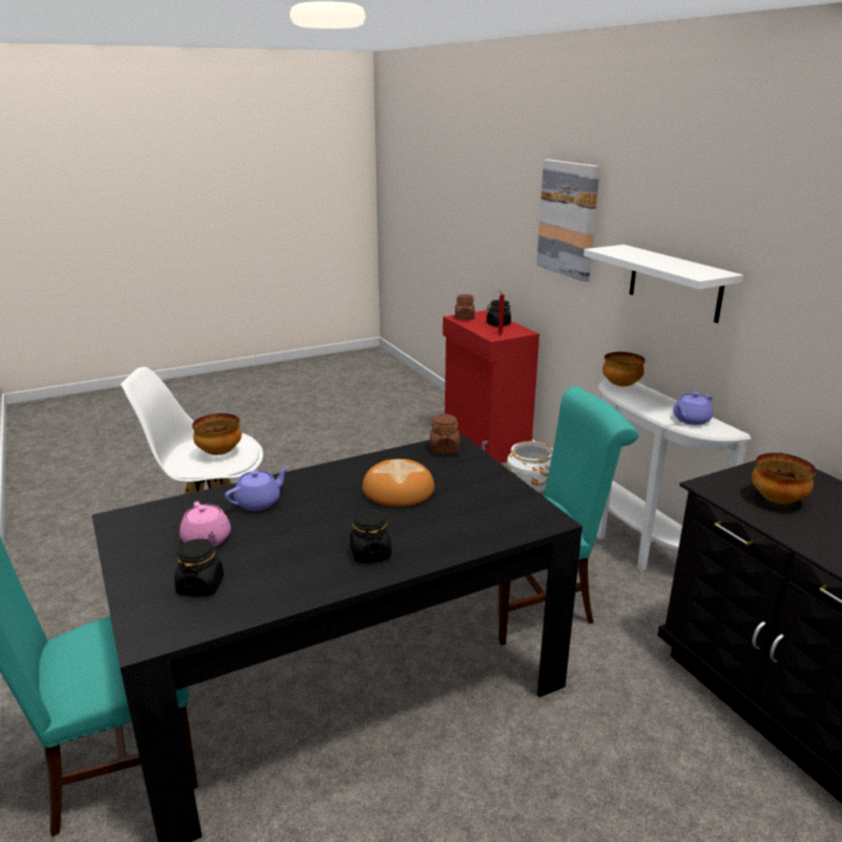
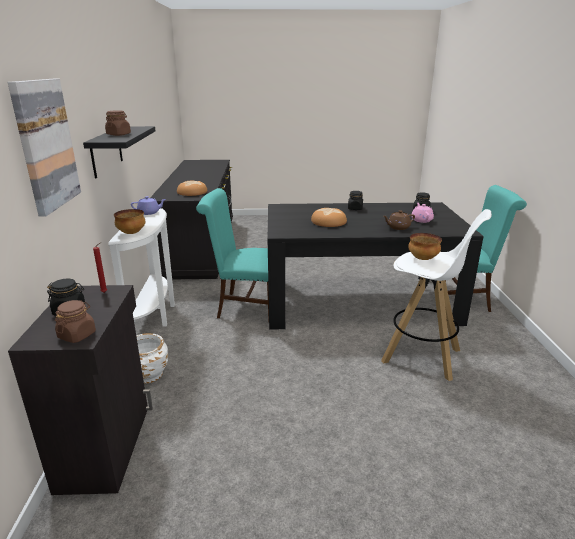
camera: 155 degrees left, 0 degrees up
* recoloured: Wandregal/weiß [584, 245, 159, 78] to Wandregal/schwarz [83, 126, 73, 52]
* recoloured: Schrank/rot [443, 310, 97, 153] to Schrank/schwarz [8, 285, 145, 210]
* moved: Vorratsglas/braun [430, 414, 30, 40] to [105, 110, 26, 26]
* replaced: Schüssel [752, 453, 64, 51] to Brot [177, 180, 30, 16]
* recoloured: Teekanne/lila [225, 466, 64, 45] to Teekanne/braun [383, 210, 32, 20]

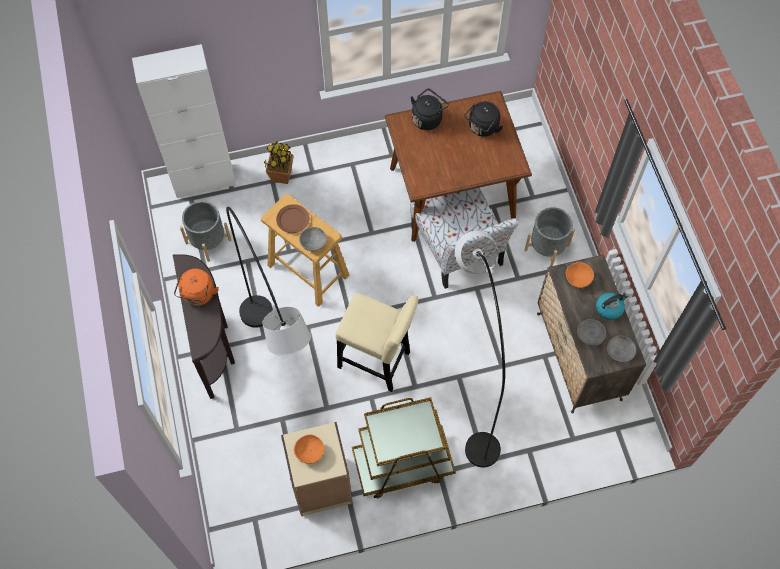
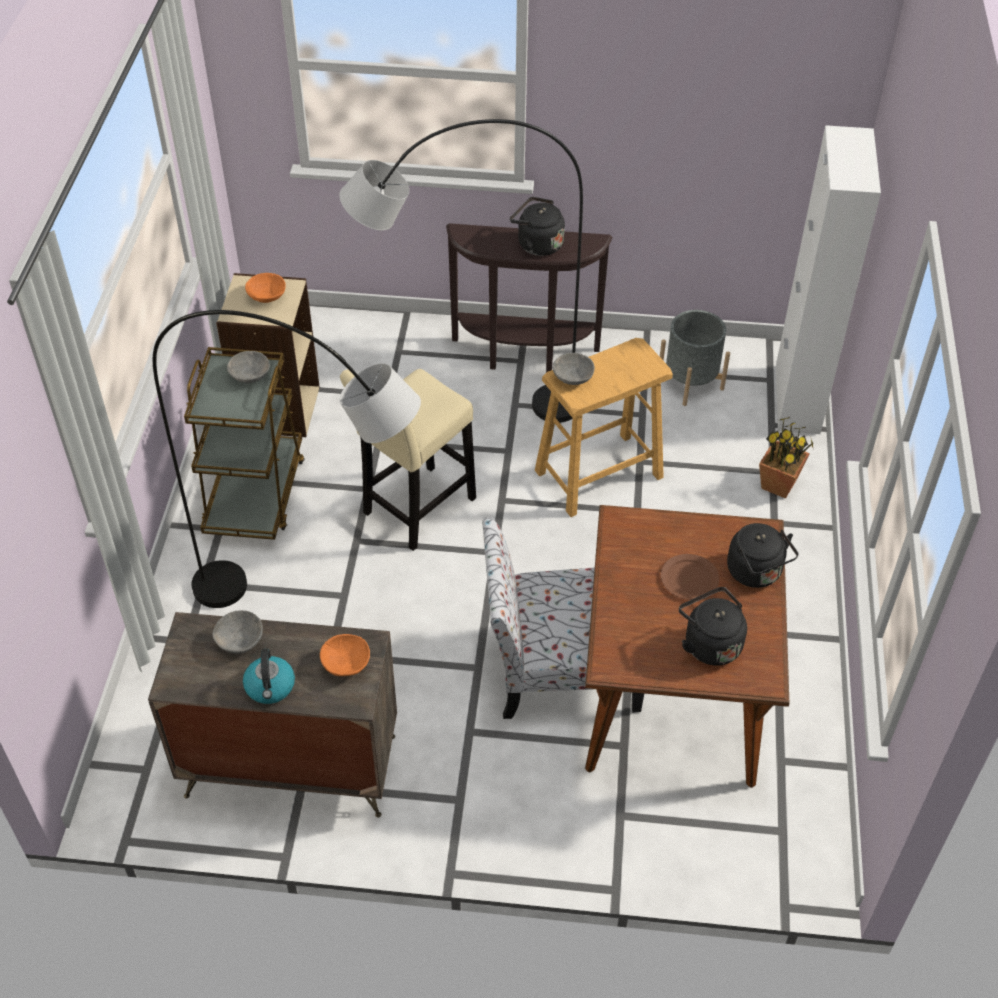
camera: 110 degrees right, 15 degrees down
* moved: Teller/braun [276, 204, 33, 29] to [661, 554, 58, 46]
* removed: Pflanzkübel/grau [525, 207, 50, 60]
* recoloured: Wasserkessel/orange [174, 269, 45, 37] to Wasserkessel/schwarz [510, 197, 55, 59]
* moved: Schüssel/grau [607, 335, 29, 27] to [227, 351, 43, 32]

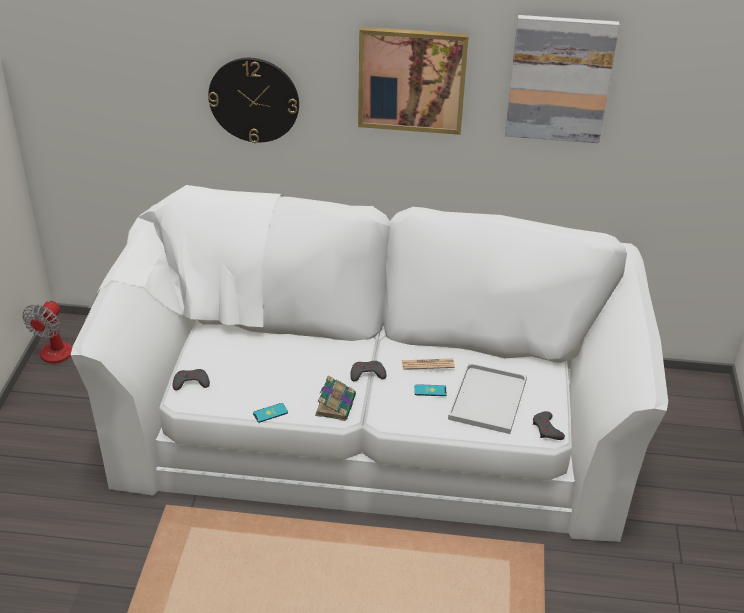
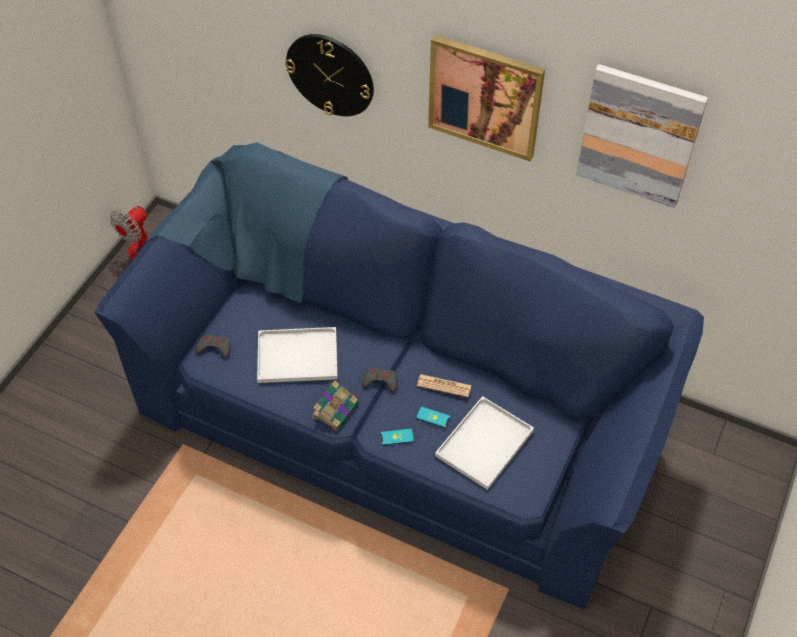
camera: 20 degrees right, 15 degrees up
* recoloured: Sofa/weiß [71, 185, 597, 357] to Sofa/blau [94, 142, 610, 467]
* moved: Handy [253, 403, 35, 20] to [380, 428, 34, 17]
* removed: Gamepad/grau [533, 411, 32, 29]
* added: Tablett/weiß [257, 327, 81, 56]

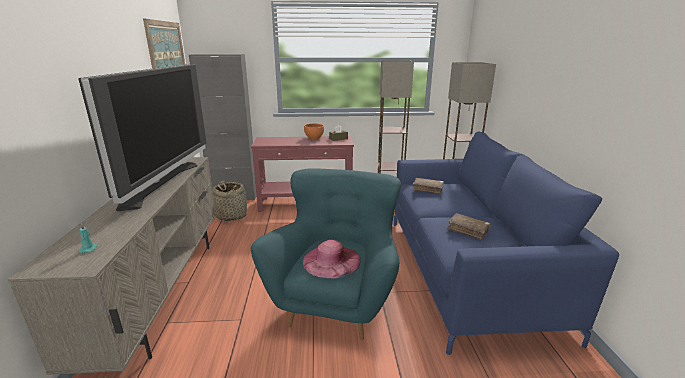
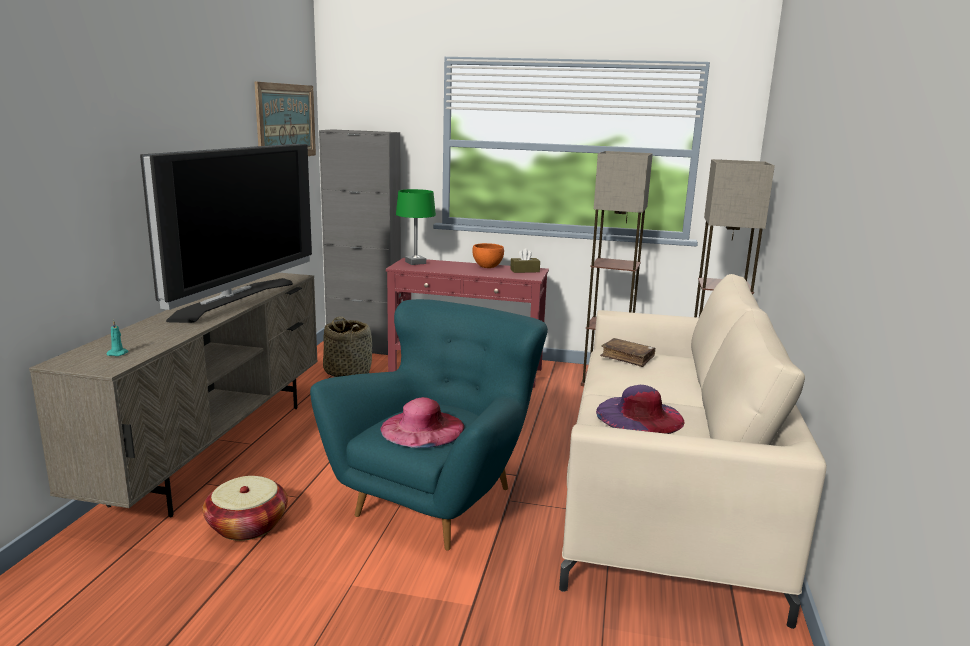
camera: 15 degrees right, 5 degrees down
* recoloured: Sofa/blau [394, 132, 225, 223] to Sofa/beige [559, 274, 267, 355]
* replaced: Buch/braun [447, 213, 44, 27] to Hut/lila [596, 385, 88, 49]
* added: Tischlampe/grün [396, 189, 40, 76]
* added: Korb [203, 476, 85, 65]

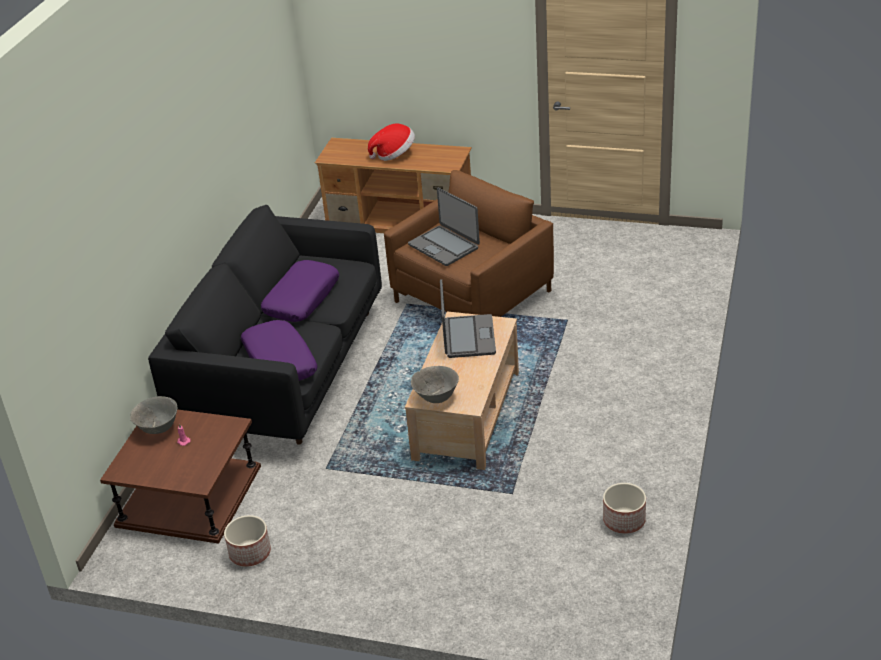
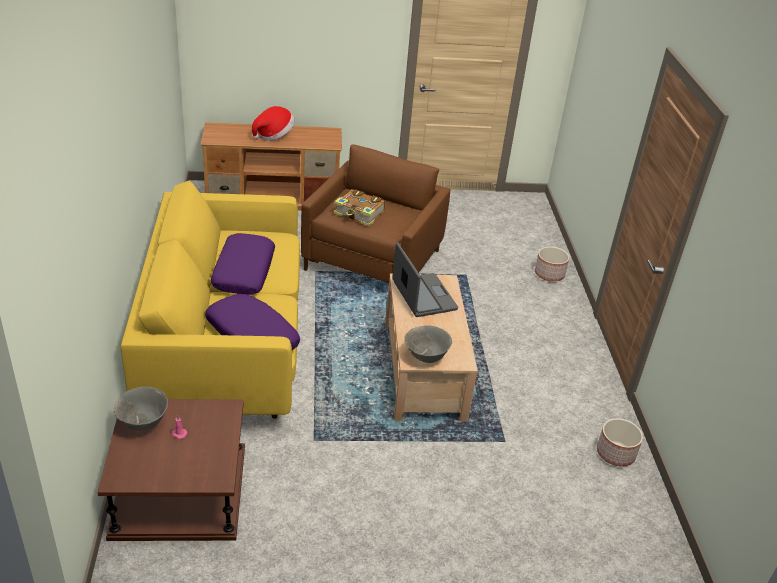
camera: 25 degrees left, 0 degrees up
* replaced: Laptop [408, 188, 72, 78] to Buch [334, 189, 51, 37]
* recoloured: Sofa/schwarz [148, 205, 234, 240] to Sofa/gelb [121, 181, 179, 238]
* moved: Pflanzkübel [224, 515, 47, 52] to [535, 247, 34, 35]

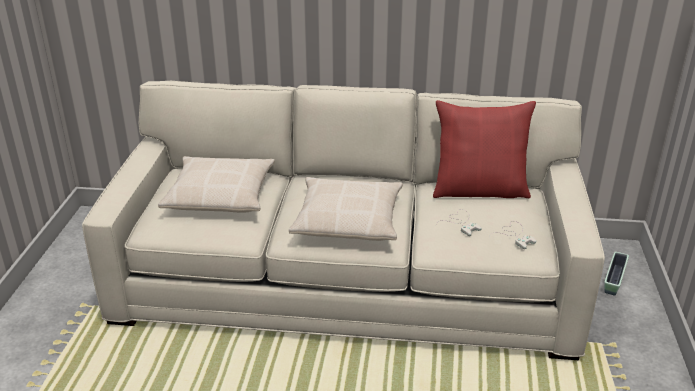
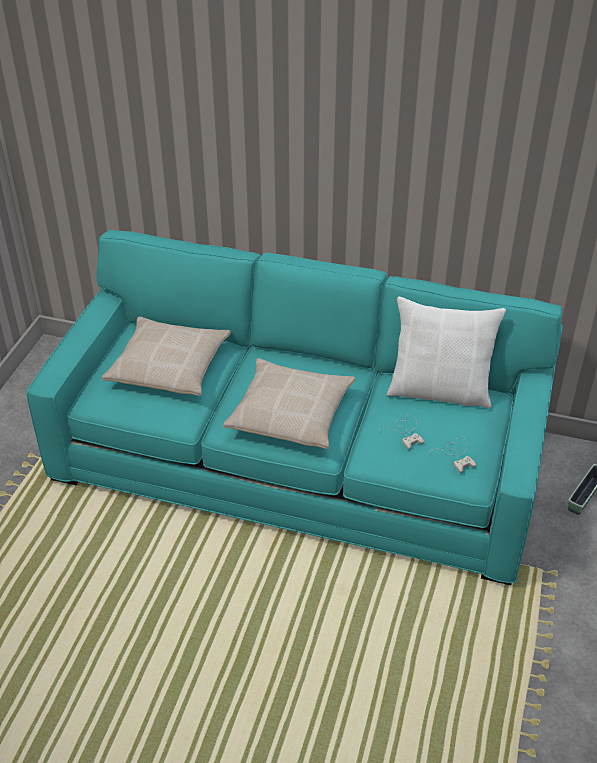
camera: 10 degrees right, 10 degrees up
* recoloured: Sofa/beige [82, 81, 523, 279] to Sofa/türkis [26, 230, 537, 355]
* recoloured: Kissen/rot [433, 100, 103, 98] to Kissen/weiß [387, 297, 119, 111]

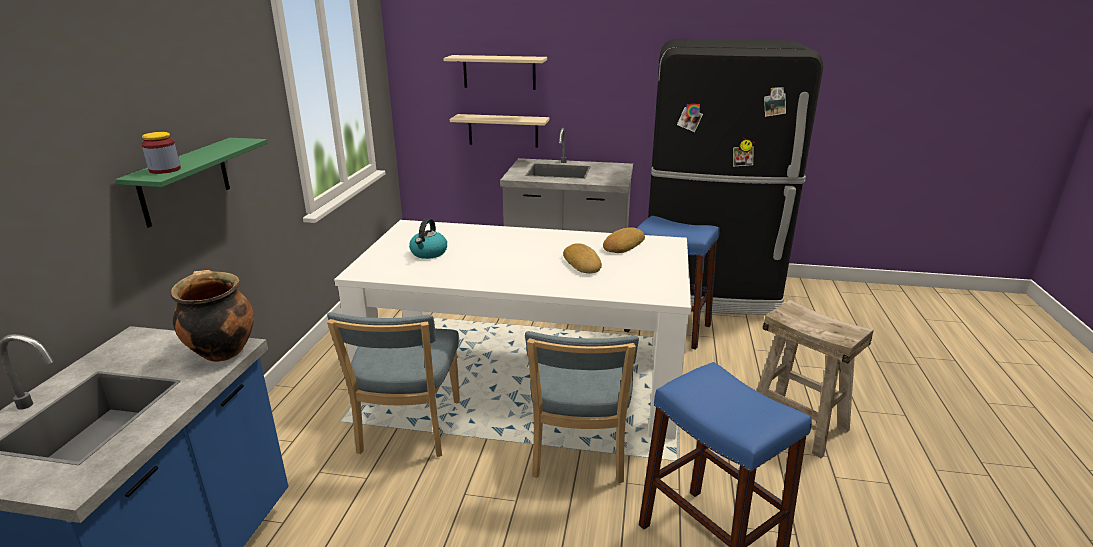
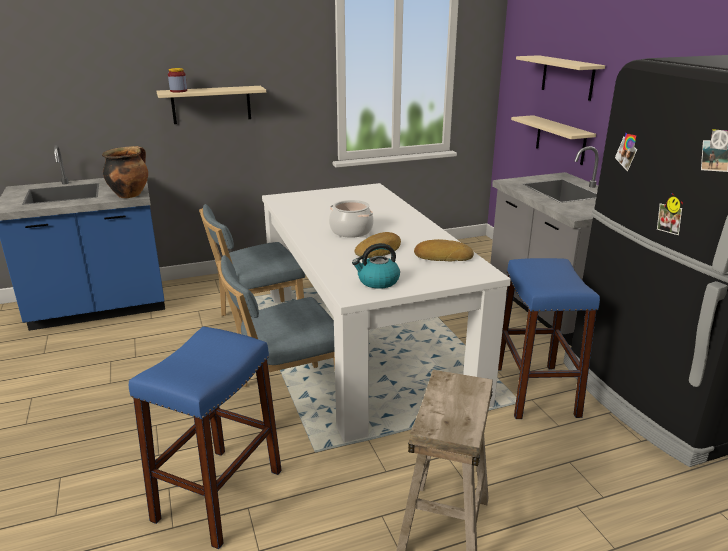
camera: 60 degrees right, 0 degrees up
* recoloured: Wandregal/grün [115, 138, 153, 90] to Wandregal/beige [156, 86, 110, 38]
* moved: Wasserkessel [409, 218, 38, 41] to [352, 243, 48, 46]
* added: Kochtopf [329, 200, 45, 38]

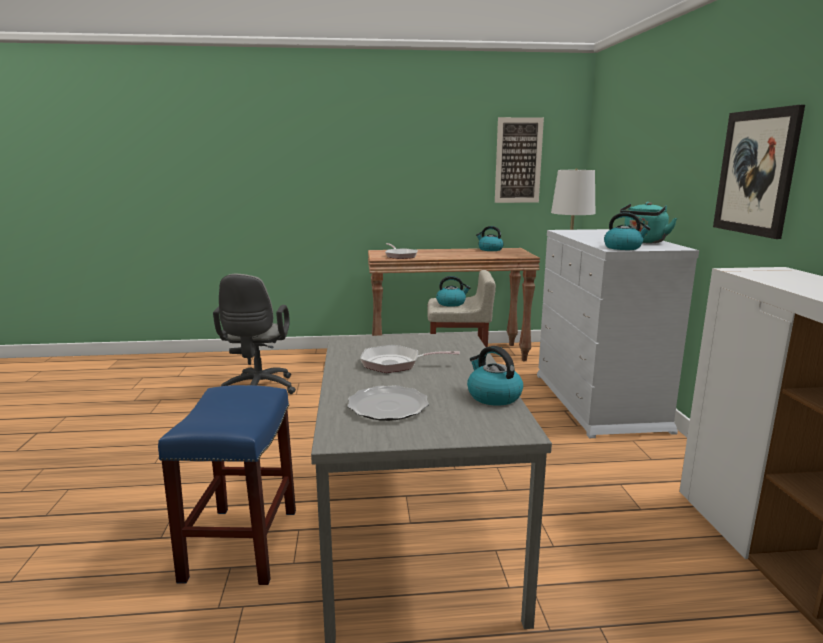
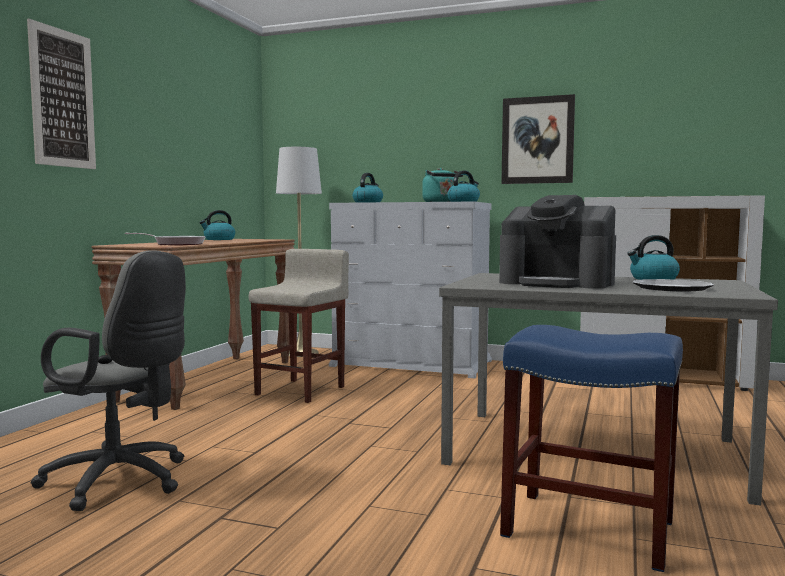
camera: 65 degrees left, 10 degrees down
* moved: Bild [495, 117, 49, 86] to [27, 19, 69, 150]
* moved: Wasserkessel [436, 276, 34, 31] to [352, 173, 31, 30]
* replaced: Pfanne [360, 345, 100, 28] to Kaffeemaschine [499, 195, 117, 94]

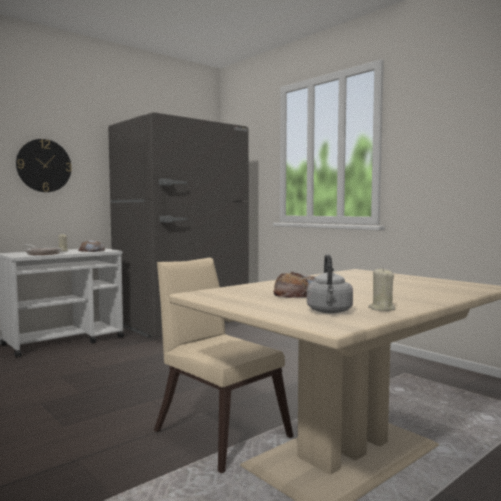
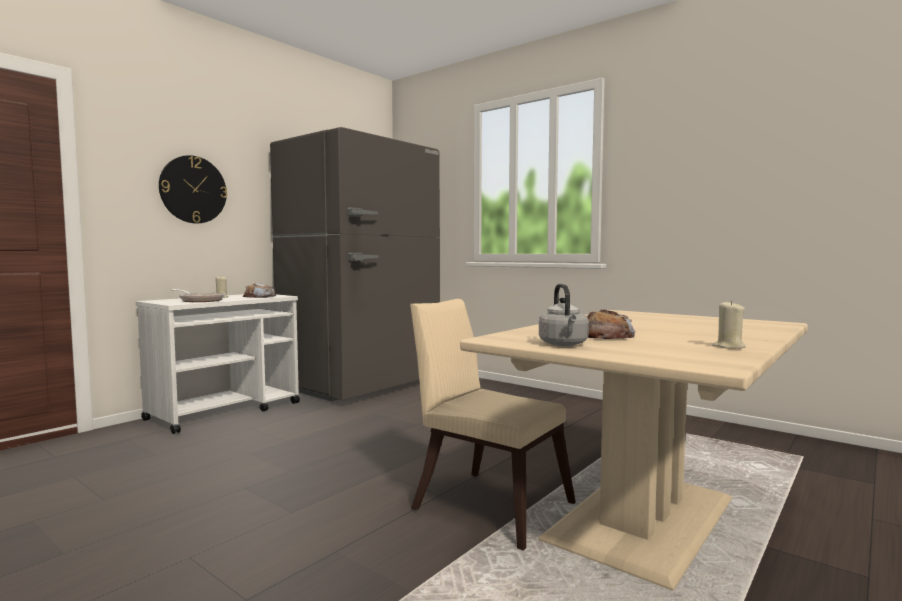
camera: 10 degrees left, 0 degrees up
* moved: Wasserkessel/grau [307, 254, 46, 60] to [539, 284, 50, 62]

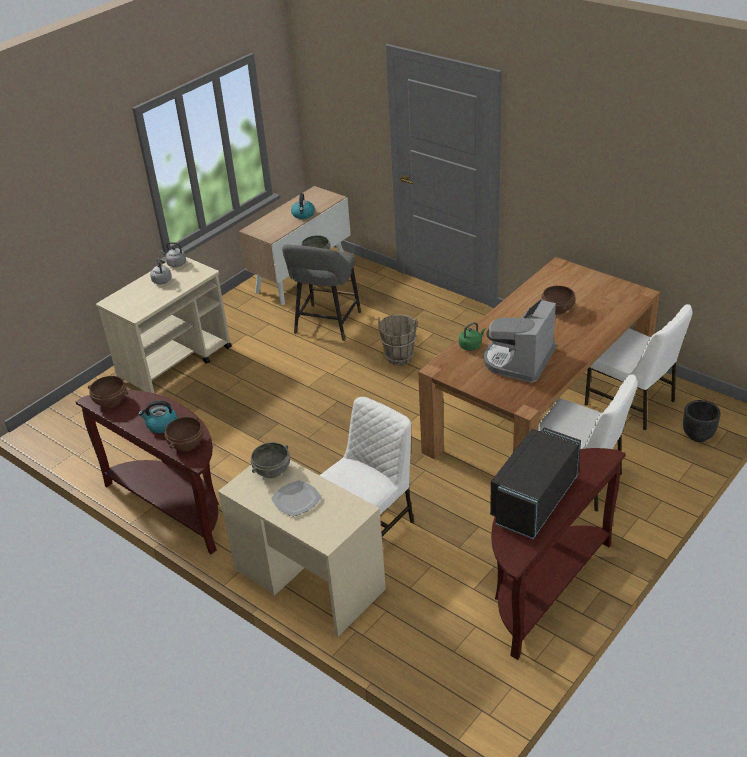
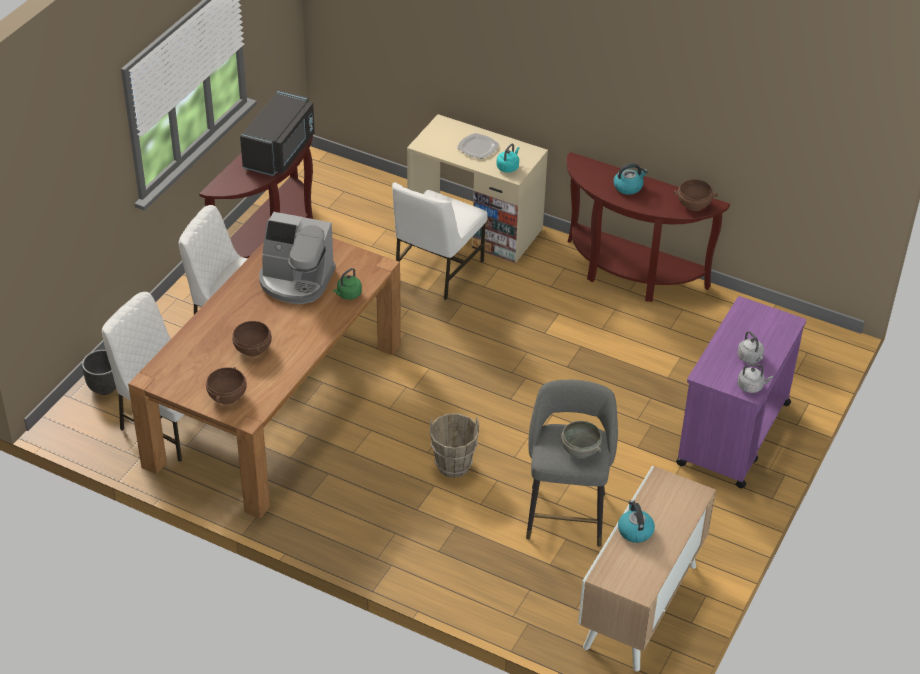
camera: 165 degrees right, 5 degrees up
* recoloured: Rollwagen/beige [96, 257, 136, 137] to Rollwagen/lila [676, 296, 130, 192]
* turned: Kaffeemaschine [483, 299, 73, 84] = [259, 212, 77, 92] 90 degrees clockwise
* moved: Schüssel/braun [164, 417, 39, 34] to [206, 367, 41, 37]
* replaced: Schüssel/grau [251, 442, 39, 36] to Wasserkessel/türkis [496, 144, 23, 29]

